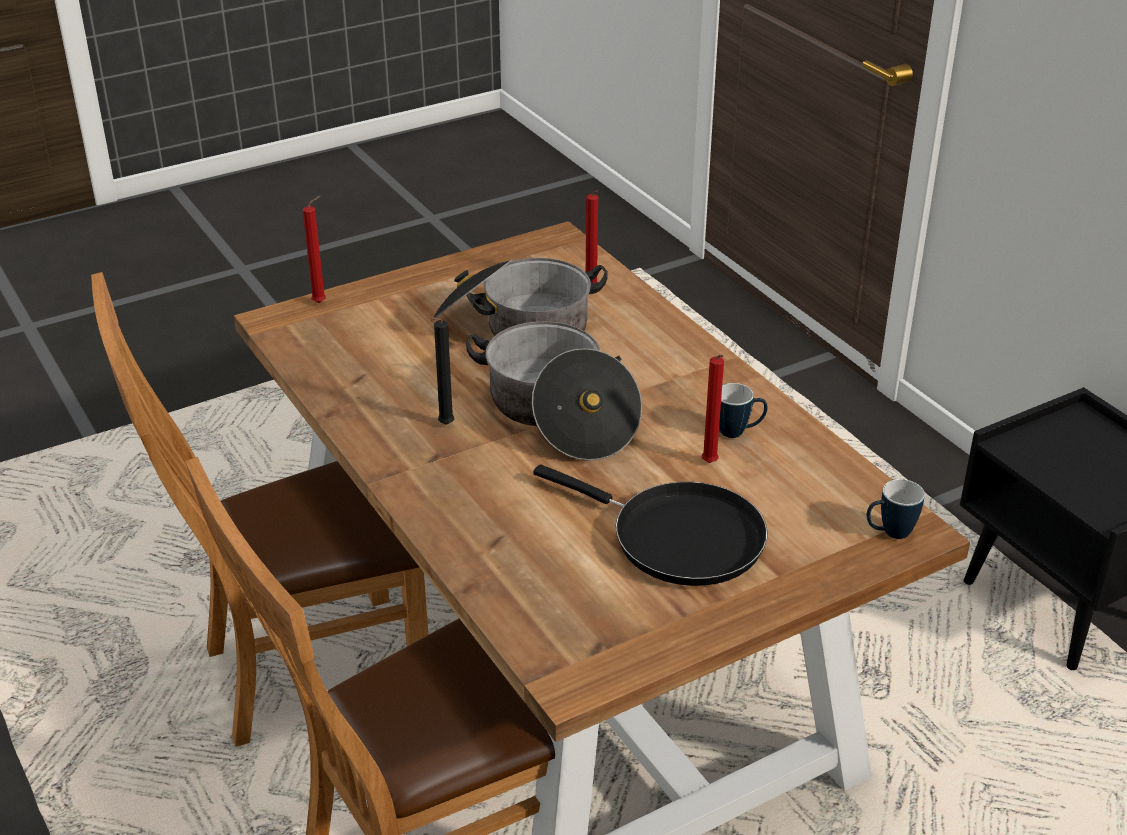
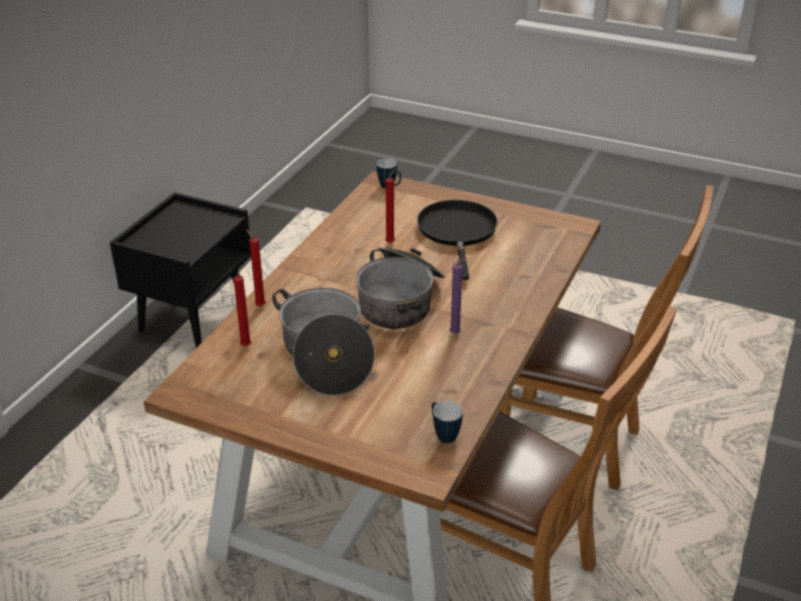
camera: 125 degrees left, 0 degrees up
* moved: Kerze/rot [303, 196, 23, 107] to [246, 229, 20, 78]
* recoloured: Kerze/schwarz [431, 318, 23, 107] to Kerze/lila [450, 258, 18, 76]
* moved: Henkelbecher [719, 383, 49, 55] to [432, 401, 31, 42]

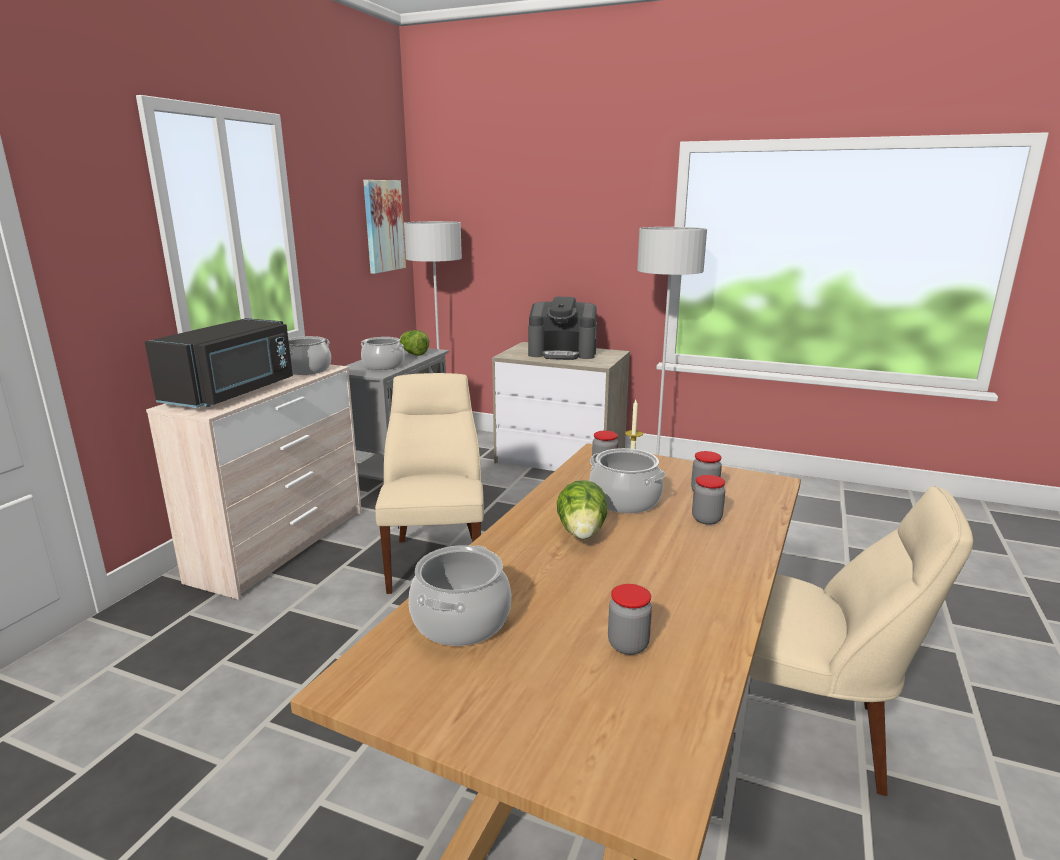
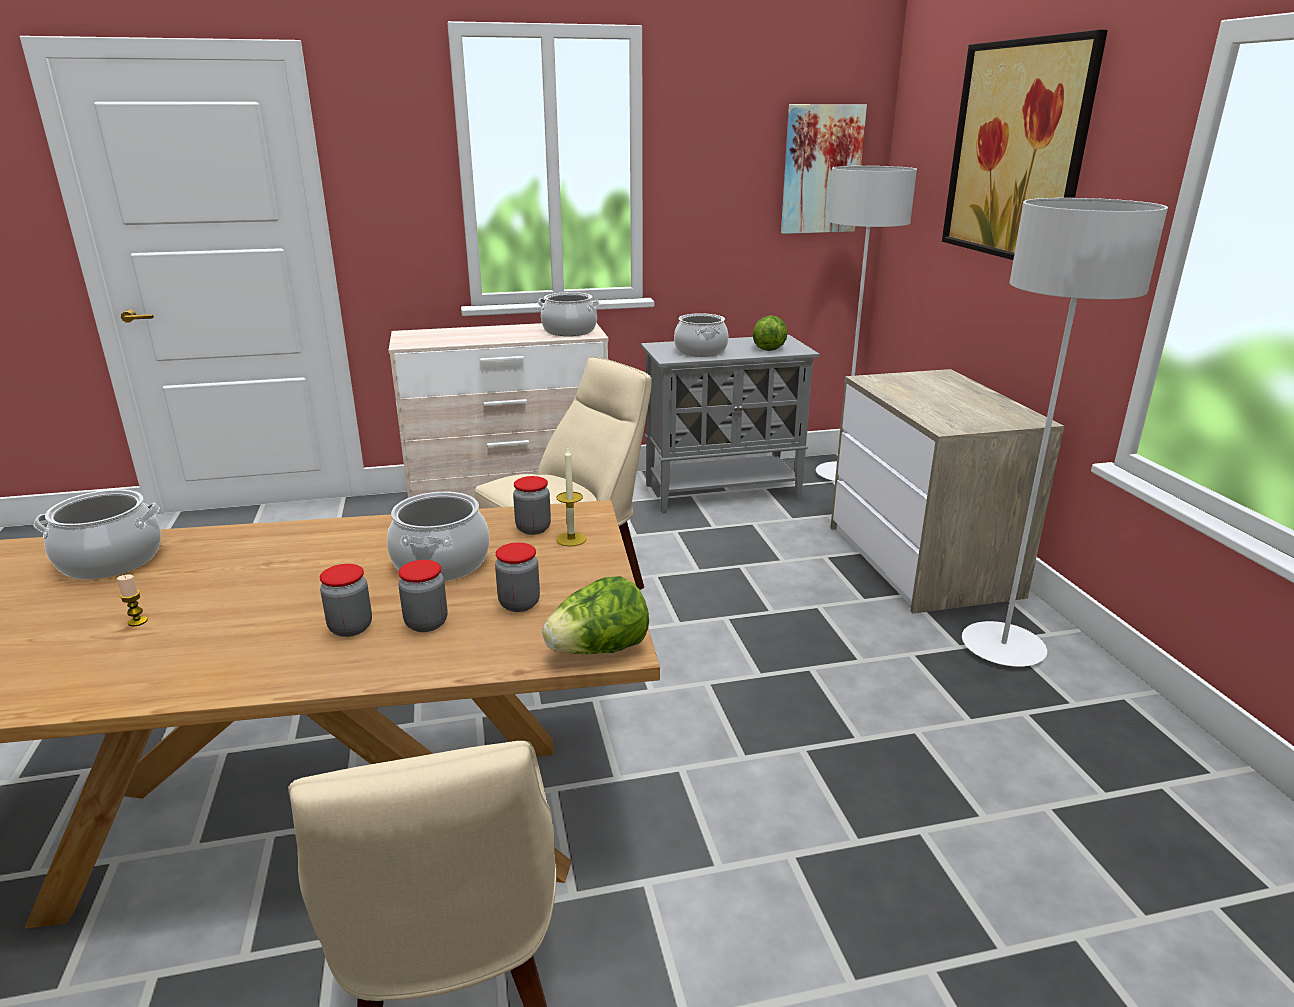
camera: 55 degrees right, 5 degrees up
* removed: Kaffeemaschine [528, 297, 69, 63]
* removed: Mikrowelle/schwarz [145, 318, 148, 90]
* moved: Salatkopf [557, 480, 50, 59] to [542, 576, 107, 78]
* moved: Vorratsglas [608, 584, 44, 71] to [320, 564, 52, 73]
* added: Bild [942, 30, 166, 230]
* added: Kerze [117, 575, 31, 51]

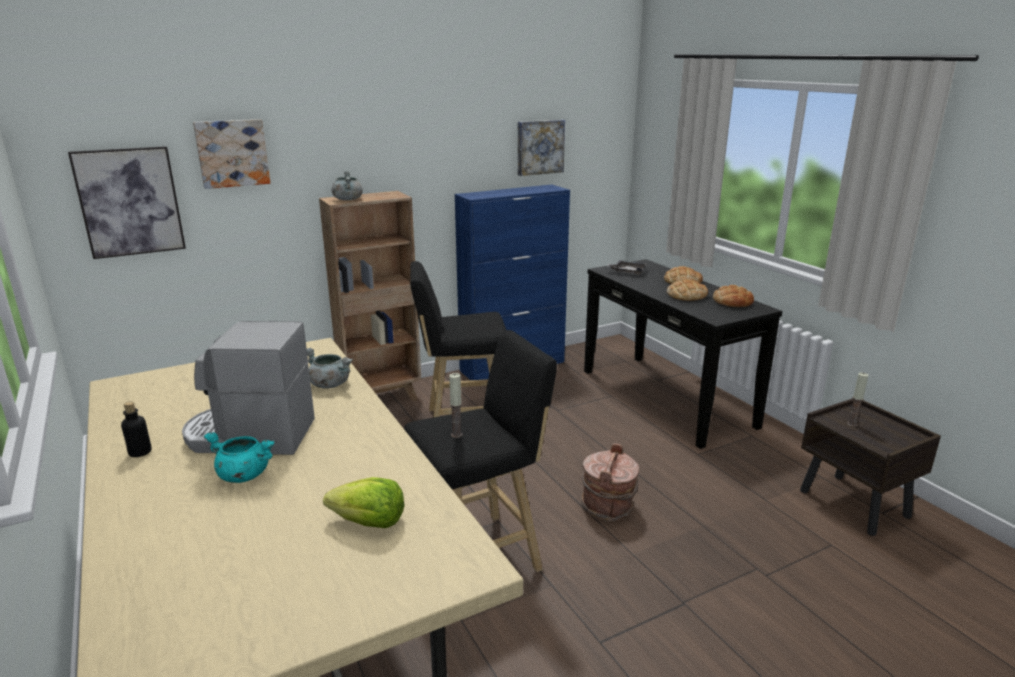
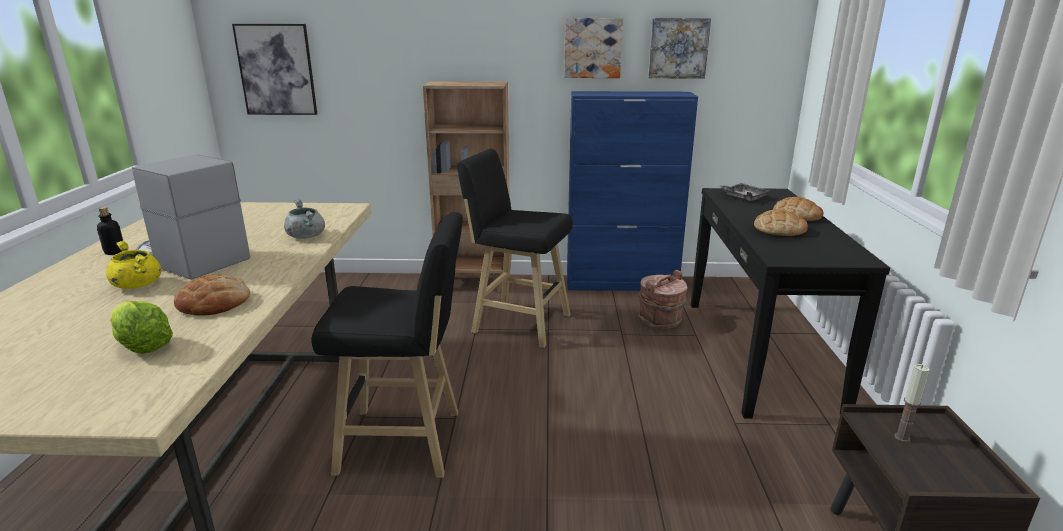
camera: 30 degrees right, 0 degrees up
* moved: Bild [193, 119, 77, 70] to [564, 18, 59, 60]
* removed: Kochtopf/grau [332, 171, 31, 29]
* moved: Brot [713, 285, 41, 22] to [174, 275, 76, 41]
* removed: Kerze [449, 373, 14, 65]
* recoloured: Kochtopf/türkis [203, 432, 72, 51] to Kochtopf/gelb [106, 241, 55, 48]
* moved: Eimer/braun [581, 443, 58, 78] to [638, 270, 49, 59]

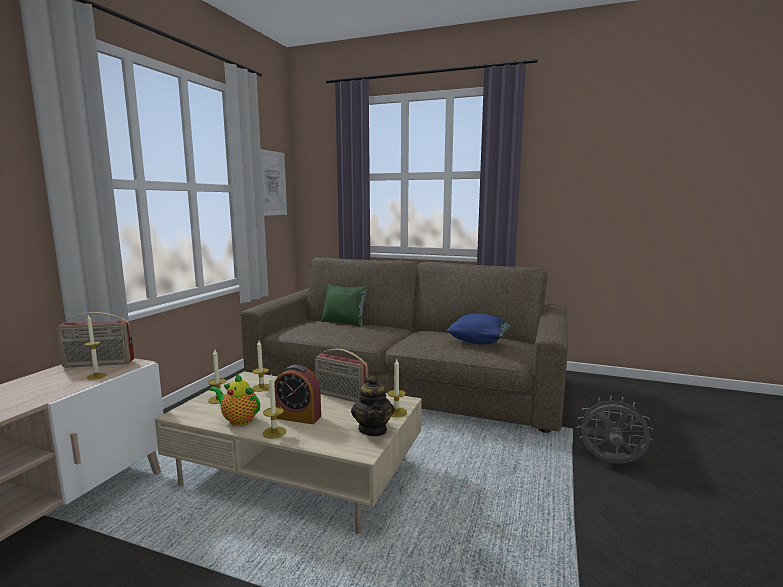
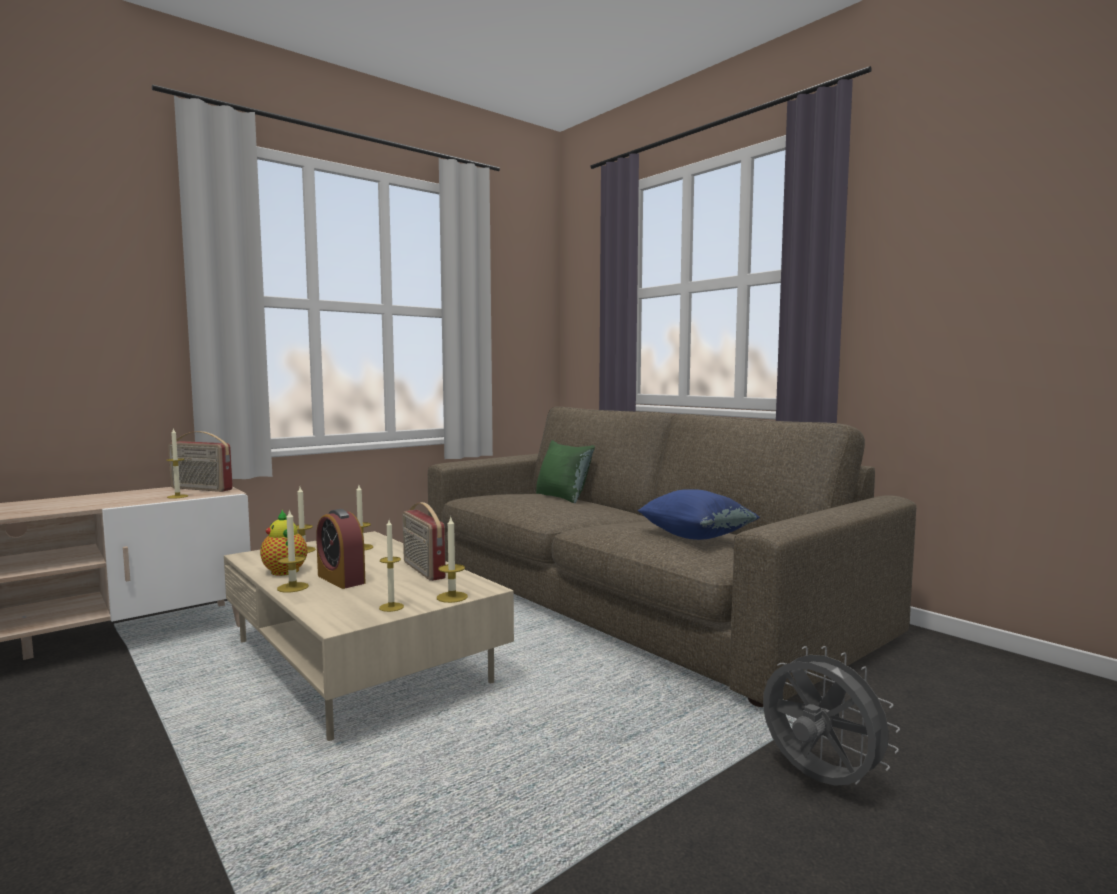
camera: 30 degrees right, 5 degrees down
* removed: Bild [261, 149, 26, 67]
* replaced: Teekanne [351, 376, 43, 60] to Kerze [379, 520, 25, 92]

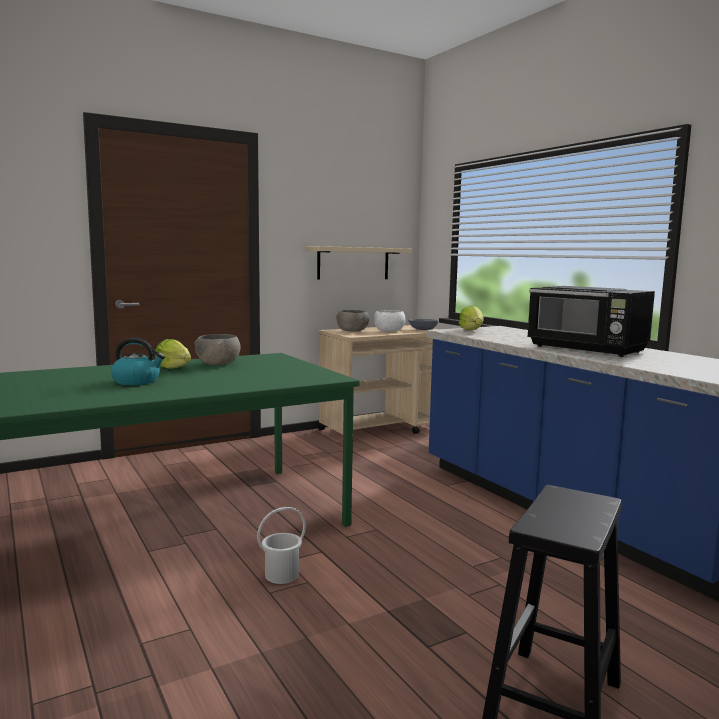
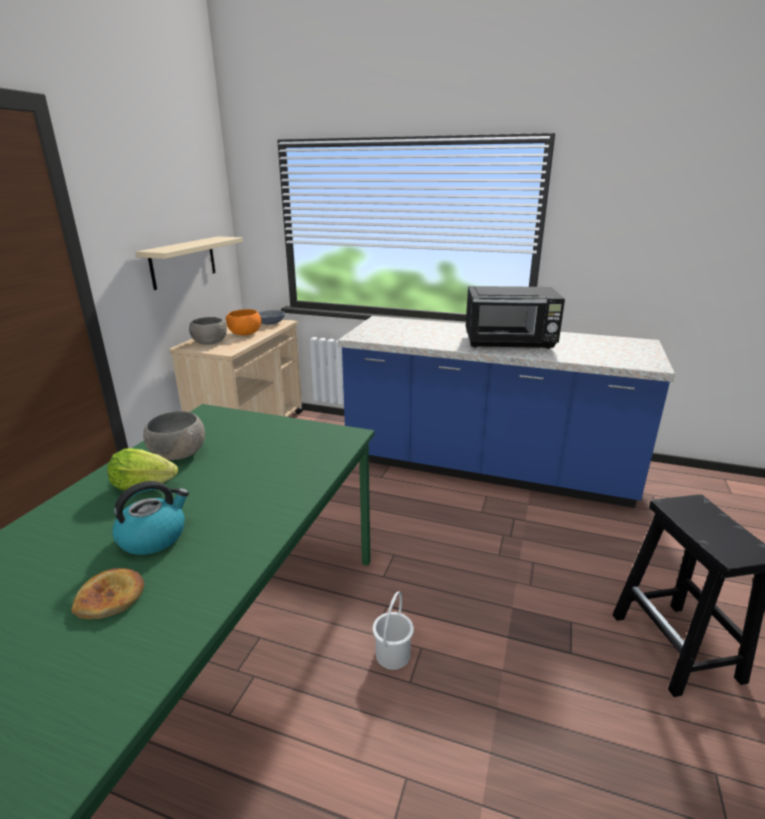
camera: 40 degrees left, 15 degrees up
* removed: Salatkopf [459, 306, 25, 25]
* recoloured: Schüssel/weiß [374, 310, 32, 22] to Schüssel/orange [225, 309, 36, 26]
* added: Brot [71, 568, 73, 51]

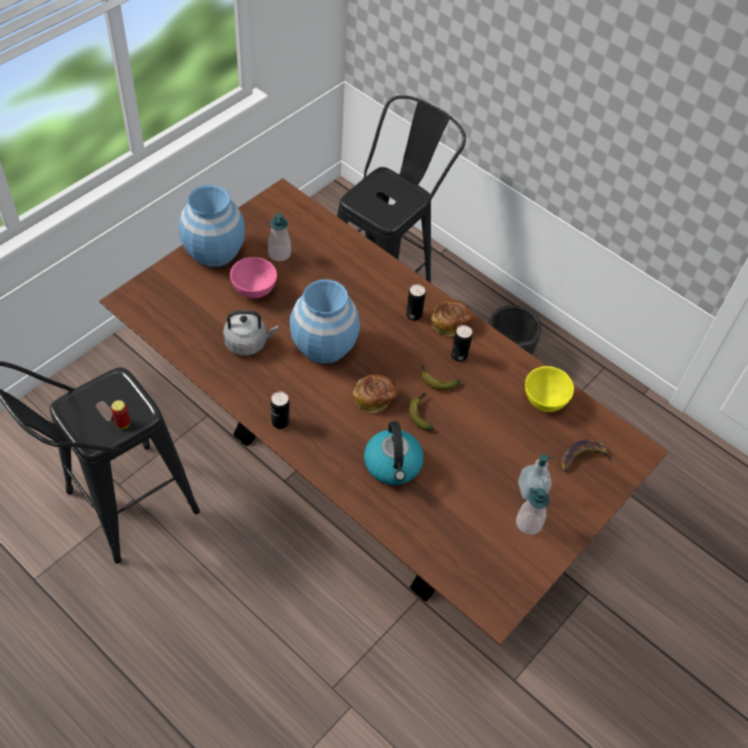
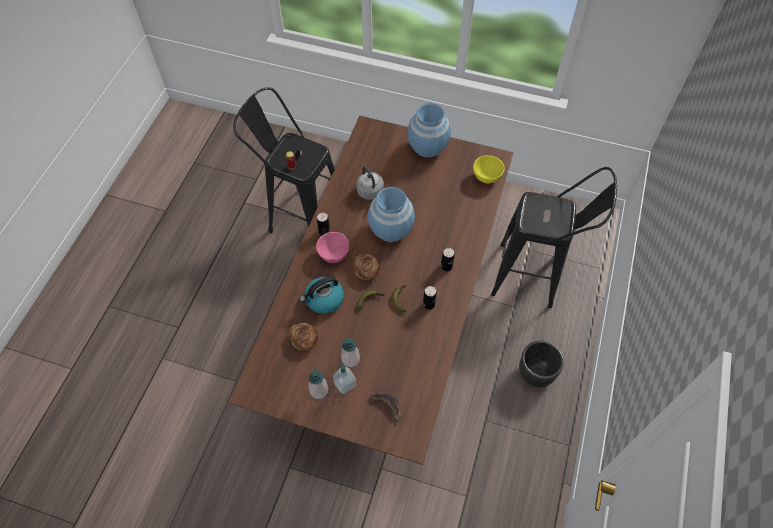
camera: 70 degrees right, 5 degrees up
* moved: Seifenspender [268, 213, 23, 48] to [341, 338, 19, 29]
* moved: Schüssel/rosa [230, 257, 47, 42] to [316, 232, 33, 31]
* moved: Brot [431, 300, 41, 36] to [290, 323, 28, 27]
* moved: Schüssel/gelb [525, 366, 49, 46] to [473, 155, 32, 29]

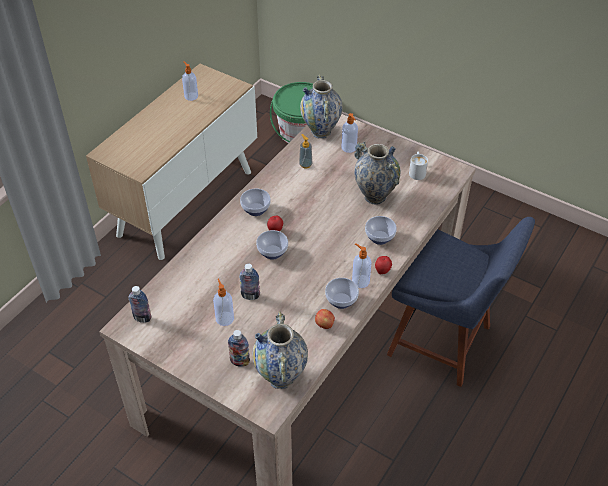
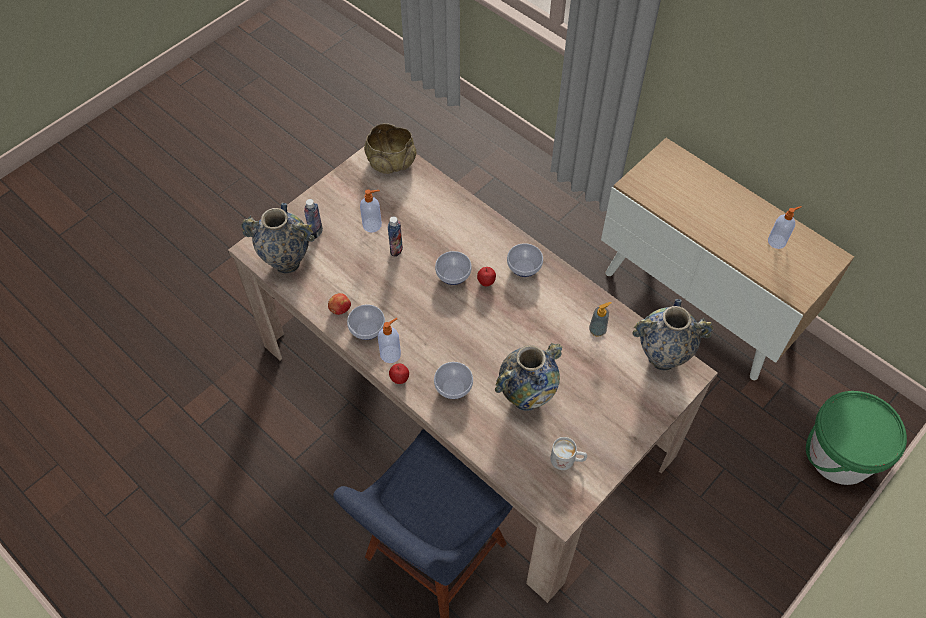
camera: 100 degrees right, 10 degrees up
* removed: Seifenspender [341, 113, 17, 40]
* replaced: Flasche [128, 286, 24, 37] to Schüssel/beige [364, 123, 52, 51]

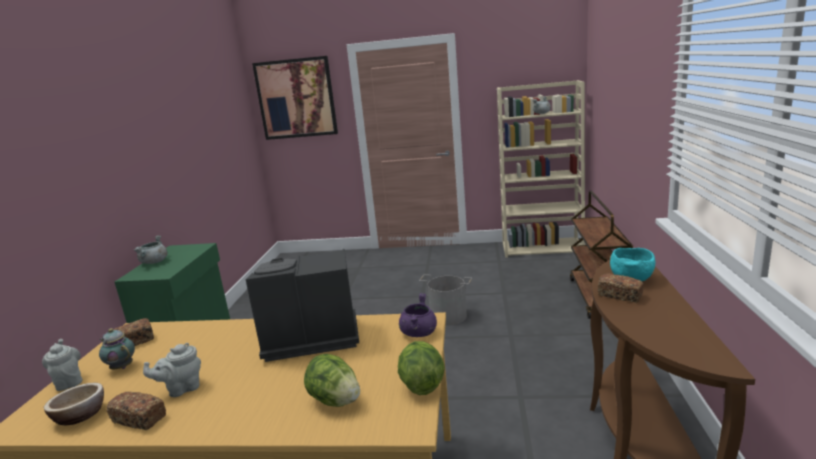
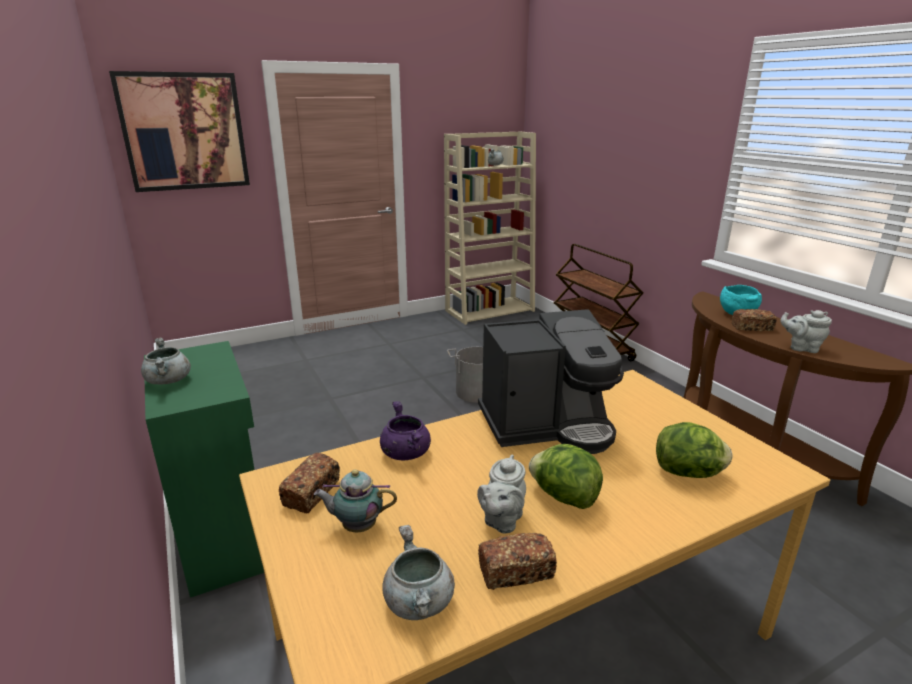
camera: 35 degrees left, 5 degrees up
* turned: Kaffeemaschine [245, 249, 114, 113] = [478, 309, 146, 145] 150 degrees counterclockwise
* moved: Kochtopf/lila [399, 293, 38, 44] to [380, 401, 51, 59]
* moved: Teekanne/grau [42, 339, 40, 52] to [780, 310, 52, 43]
* moved: Salatkopf [398, 341, 47, 54] to [529, 444, 74, 65]
* replaced: Schüssel [44, 383, 60, 43] to Kochtopf/grau [382, 525, 73, 95]

